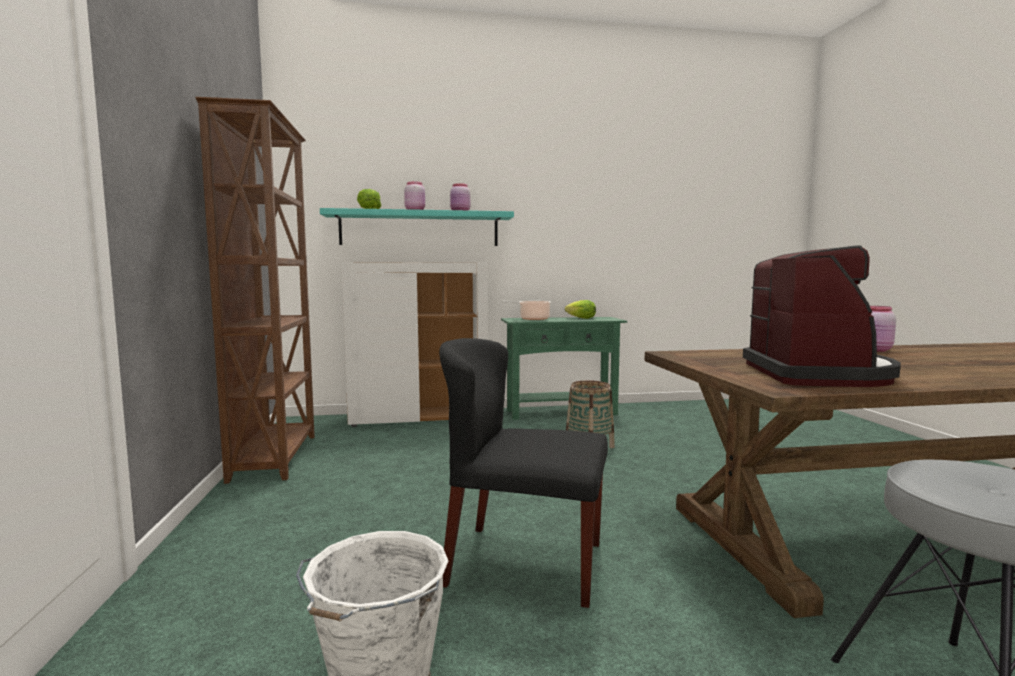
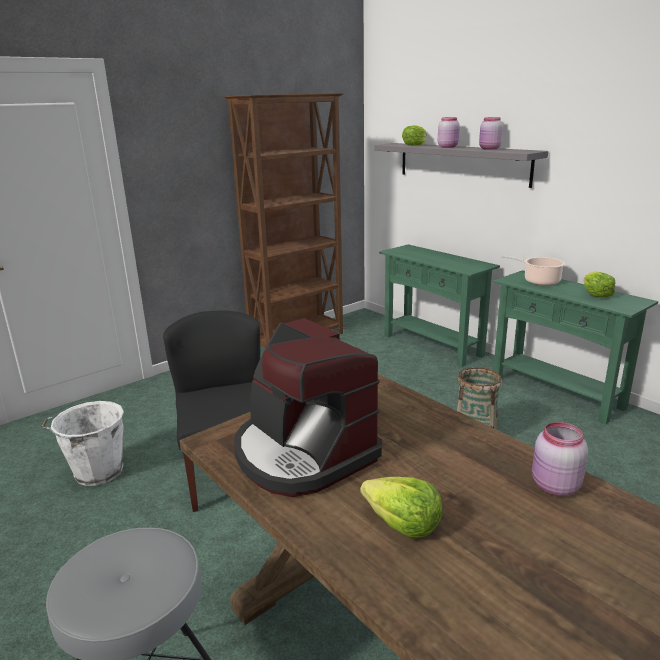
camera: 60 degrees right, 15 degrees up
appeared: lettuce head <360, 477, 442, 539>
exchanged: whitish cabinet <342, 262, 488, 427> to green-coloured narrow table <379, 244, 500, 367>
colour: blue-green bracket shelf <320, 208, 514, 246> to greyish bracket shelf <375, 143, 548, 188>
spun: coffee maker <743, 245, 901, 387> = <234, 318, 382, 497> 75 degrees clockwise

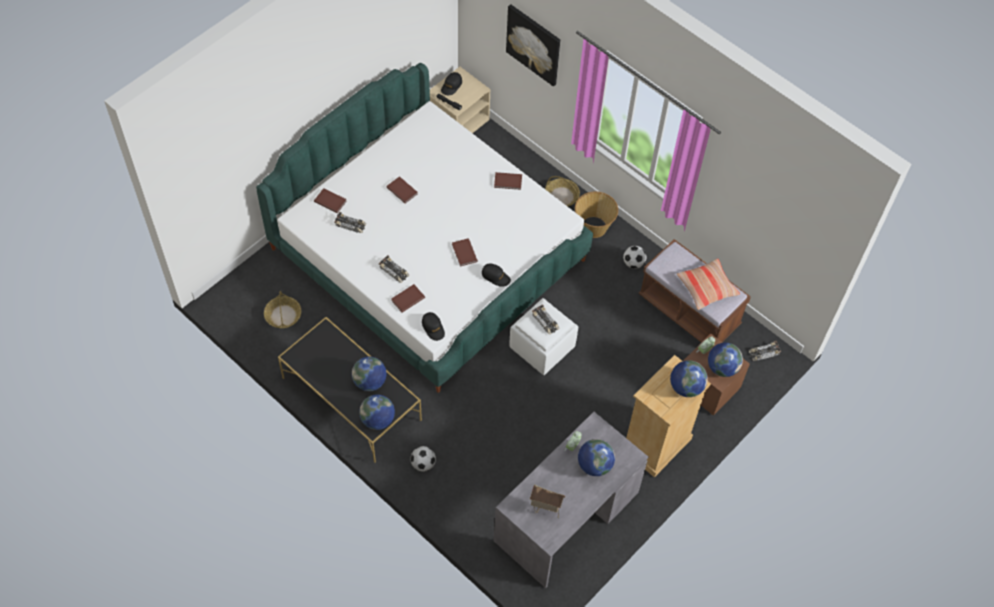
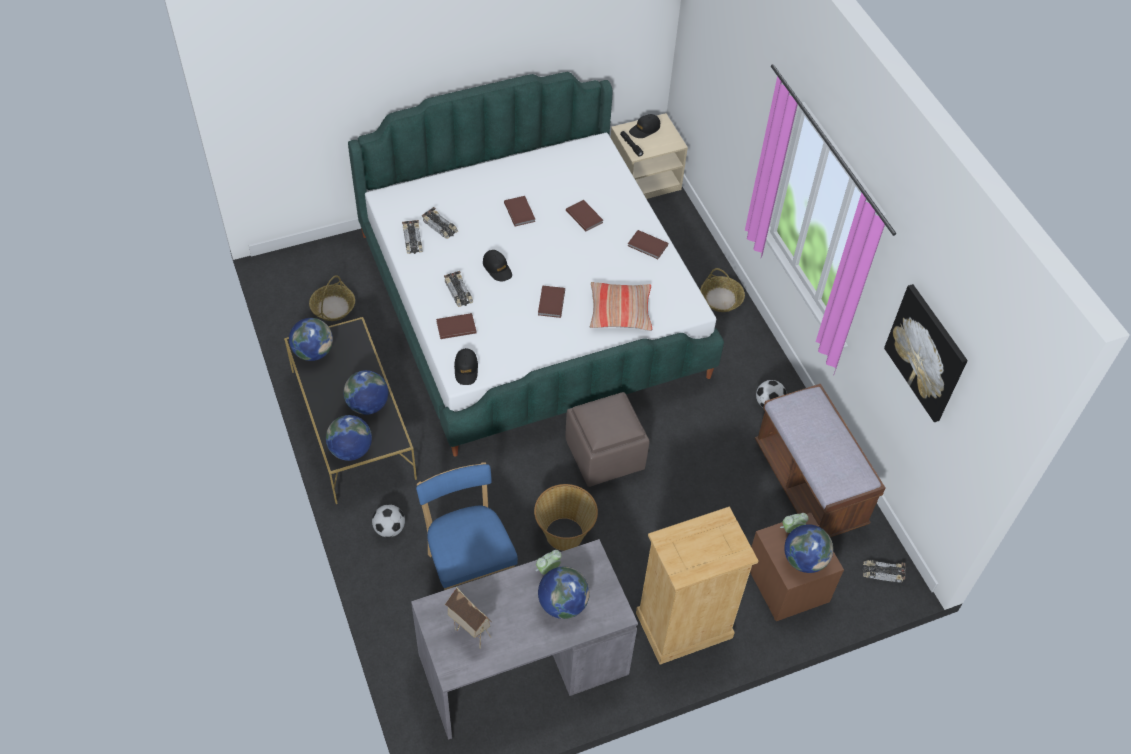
camera: 25 degrees right, 5 degrees down
appeared: blue chair <416, 462, 518, 590>
relocated: wall art <506, 5, 560, 87> to <884, 284, 968, 422>; brownish volume <314, 188, 347, 213> to <566, 200, 603, 231>; storage basket <575, 191, 618, 238> to <534, 484, 598, 551>; cushion <677, 259, 740, 310> to <590, 282, 652, 331>; black peaked cap <482, 263, 511, 287> to <483, 250, 512, 281>; model car <532, 304, 560, 335> to <402, 220, 423, 254>; desk globe <670, 360, 708, 397> to <289, 318, 333, 361>
colour: whitish ottoman <510, 298, 578, 375> to brownish ottoman <566, 392, 650, 487>

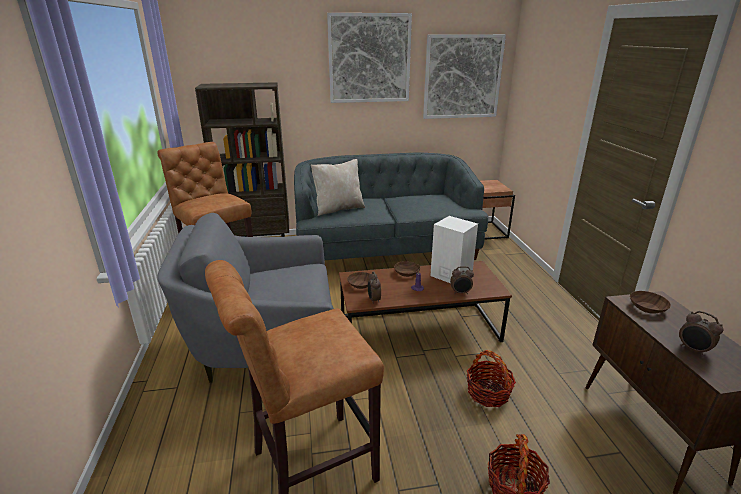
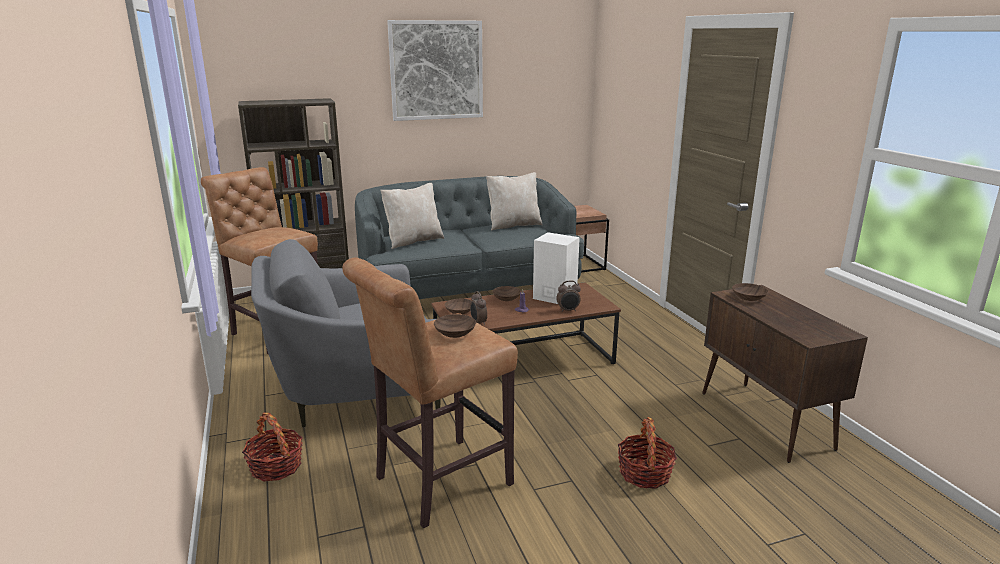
camera: 10 degrees left, 5 degrees down
missing: wall art <423, 34, 506, 119>; alarm clock <679, 311, 723, 356>
appeared: beige-coloured cushion <486, 172, 542, 231>; brownish deep dish <434, 314, 476, 338>
relocated: storage basket <467, 350, 516, 407> to <242, 413, 303, 482>

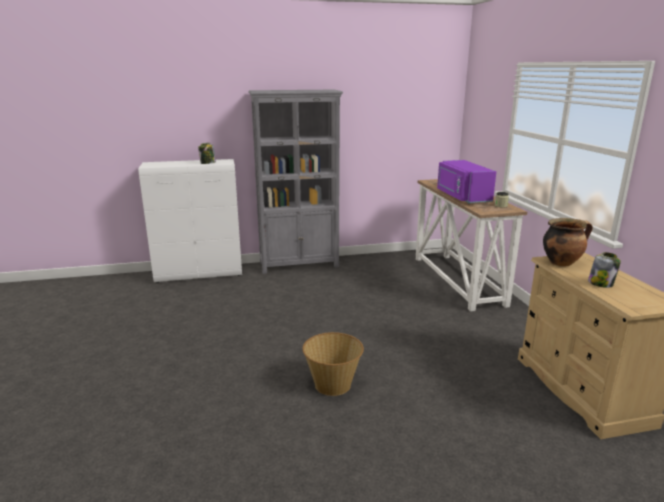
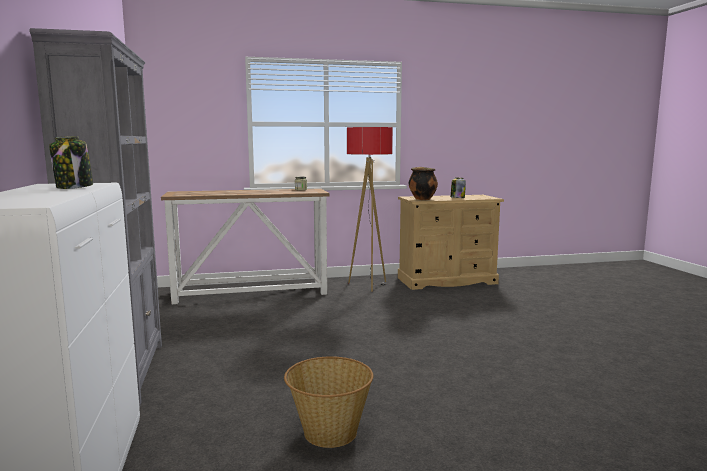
camera: 90 degrees left, 10 degrees down
missing: purple microwave oven <437, 160, 496, 204>
appeared: standing lamp <347, 127, 393, 292>
relocated: storage basket <302, 332, 364, 396> to <284, 356, 373, 448>

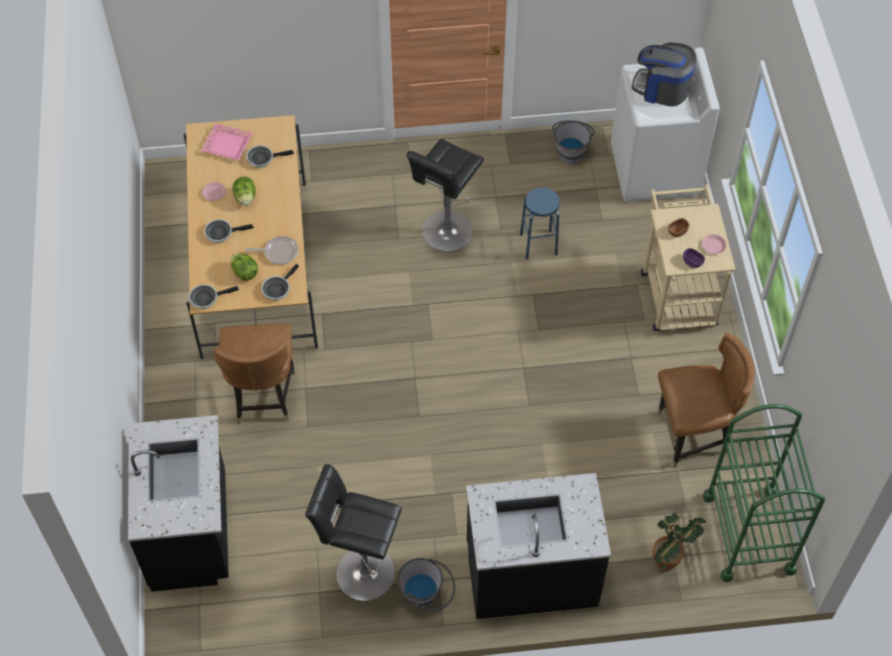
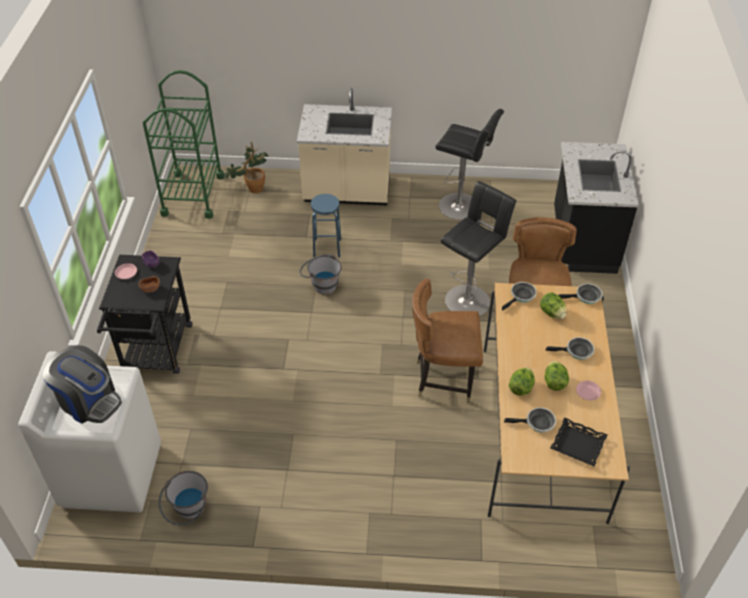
camera: 170 degrees left, 10 degrees down
missing: frying pan <245, 236, 298, 265>
appeared: lettuce head <509, 367, 535, 396>
relocated: black stool seat <406, 139, 484, 251> to <441, 181, 517, 316>; blue stool seat <520, 187, 560, 260> to <311, 194, 341, 258>; brownish chair <658, 333, 755, 468> to <412, 278, 483, 403>; greyish water bucket <397, 558, 455, 611> to <299, 254, 342, 295>
colour: pinkish carrying tray <201, 123, 253, 161> to black carrying tray <550, 417, 608, 467>; beige-coloured wheeled cart <641, 185, 736, 331> to black wheeled cart <97, 255, 192, 374>; black kitchen counter <466, 473, 611, 619> to beige-coloured kitchen counter <297, 88, 392, 205>

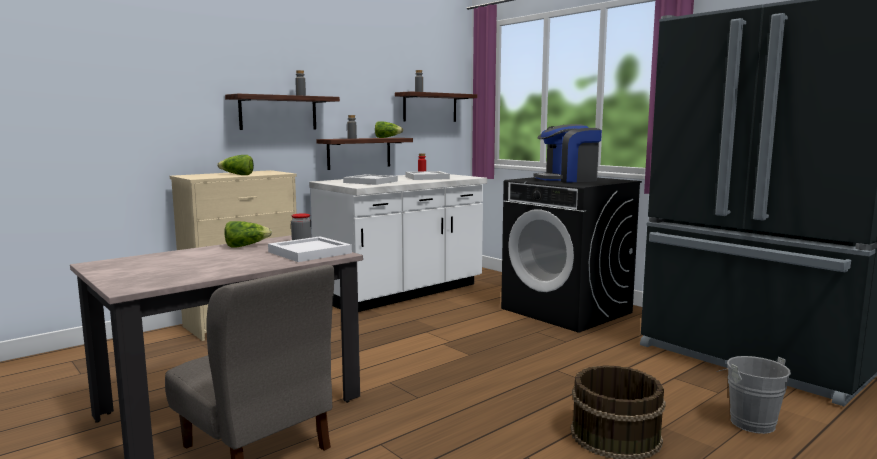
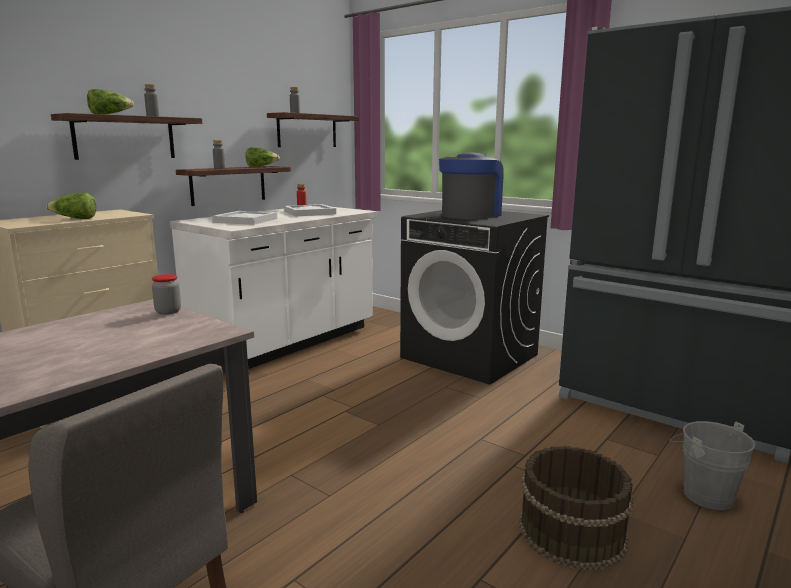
camera: 10 degrees left, 5 degrees up
missing: whitish carrying tray <268, 236, 352, 262>
relocated: lettuce head <225, 221, 272, 248> to <87, 89, 134, 114>
spun: coffee maker <534, 124, 602, 183> = <439, 153, 504, 219> 150 degrees clockwise

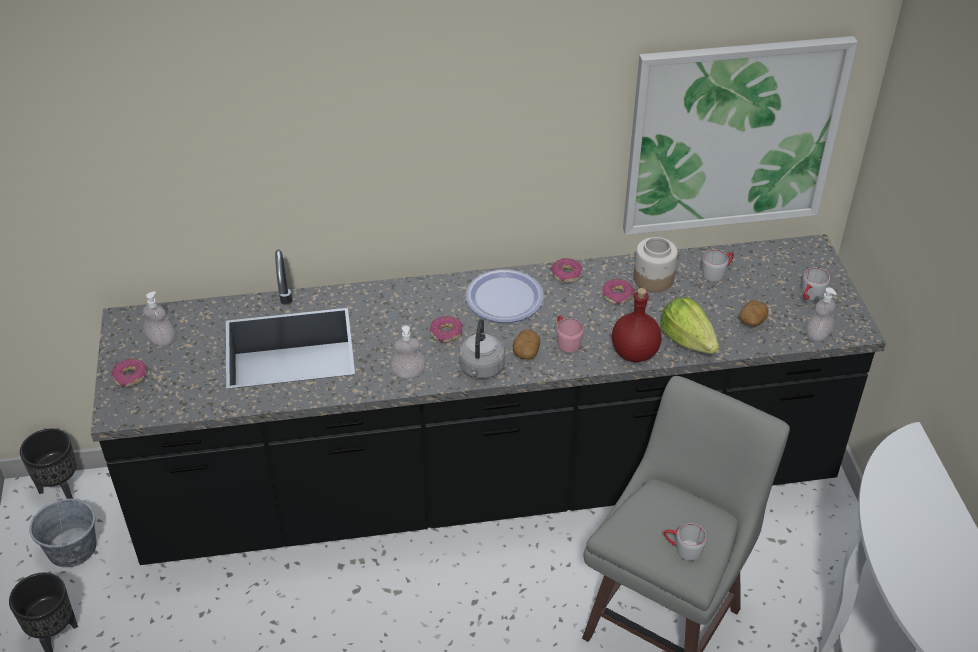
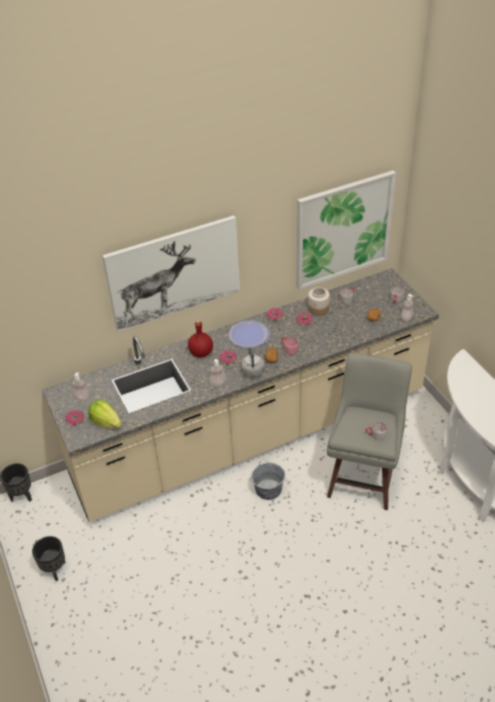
camera: 15 degrees left, 0 degrees up
appeared: wall art <102, 215, 240, 331>
relocated: reddish beverage bottle <612, 288, 661, 362> to <188, 320, 213, 358>; lettuce head <660, 297, 719, 354> to <88, 400, 121, 428>; greyish water bucket <29, 493, 97, 567> to <251, 463, 285, 500>
colour: black kitchen counter <91, 234, 886, 565> to beige-coloured kitchen counter <42, 268, 439, 522>

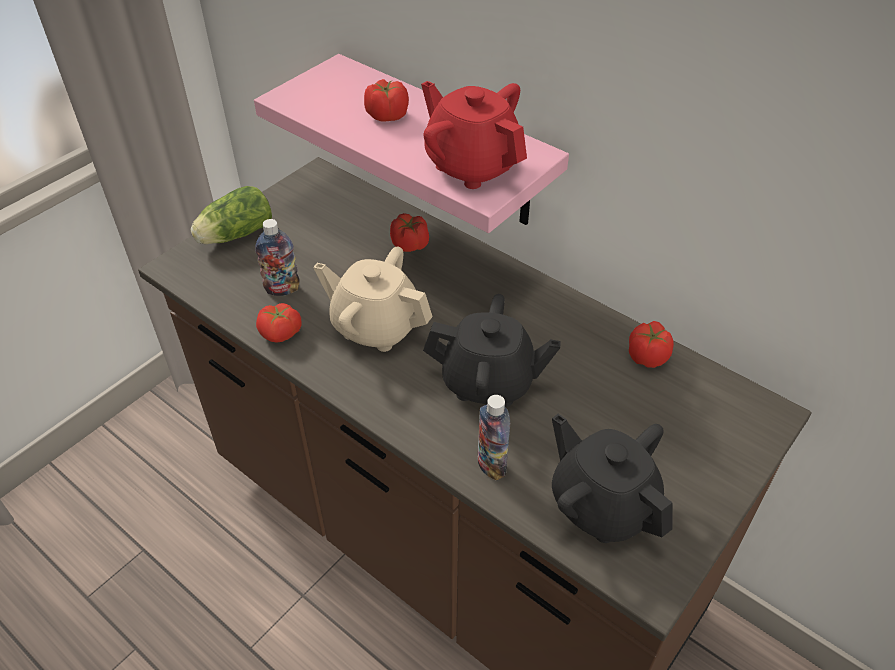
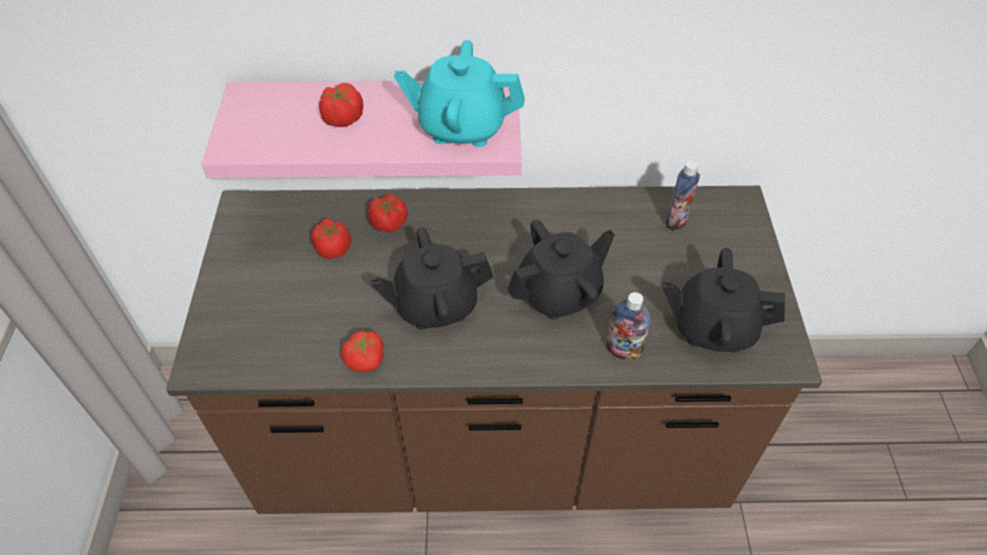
camera: 40 degrees left, 5 degrees up
missing: lettuce head <191, 186, 272, 244>
relocated: beverage bottle <255, 219, 300, 296> to <666, 160, 700, 231>; fresh tomato <629, 321, 674, 368> to <311, 218, 351, 259>
colour: reddish pot for tea <421, 81, 527, 189> to blue-green pot for tea <394, 40, 525, 147>; beige-coloured pot for tea <313, 246, 433, 352> to black pot for tea <370, 227, 493, 330>

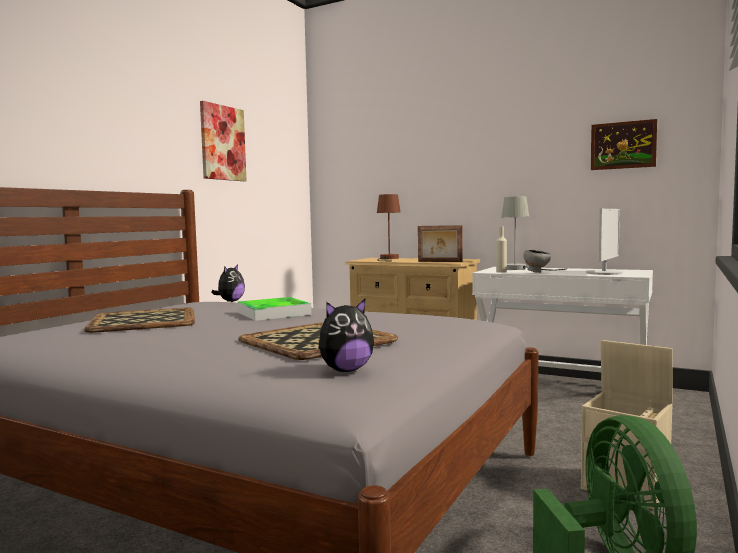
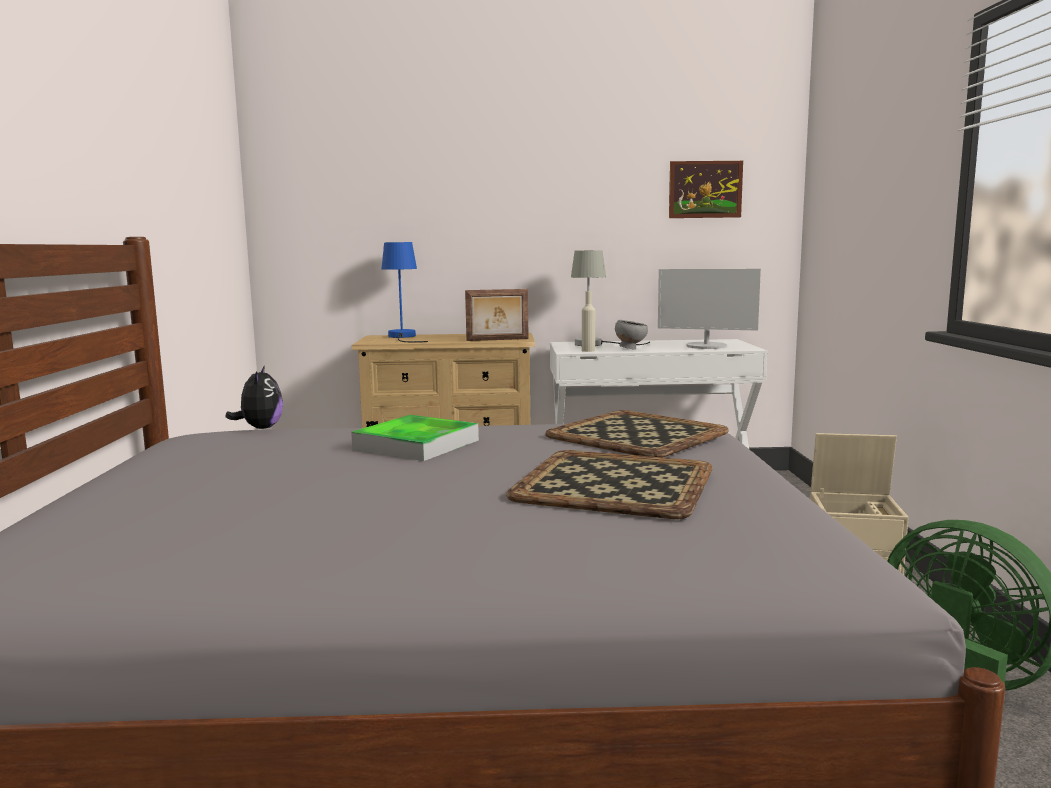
camera: 30 degrees left, 5 degrees up
missing: wall art <200, 101, 247, 181>; cuddly toy <318, 299, 374, 372>
relocated: carrying tray <84, 308, 195, 333> to <545, 410, 729, 457>
colour: brownish lamp for a table <377, 194, 401, 261> to blue lamp for a table <382, 242, 428, 342>
spun: computer screen <586, 209, 623, 275> = <658, 269, 761, 349> 105 degrees clockwise

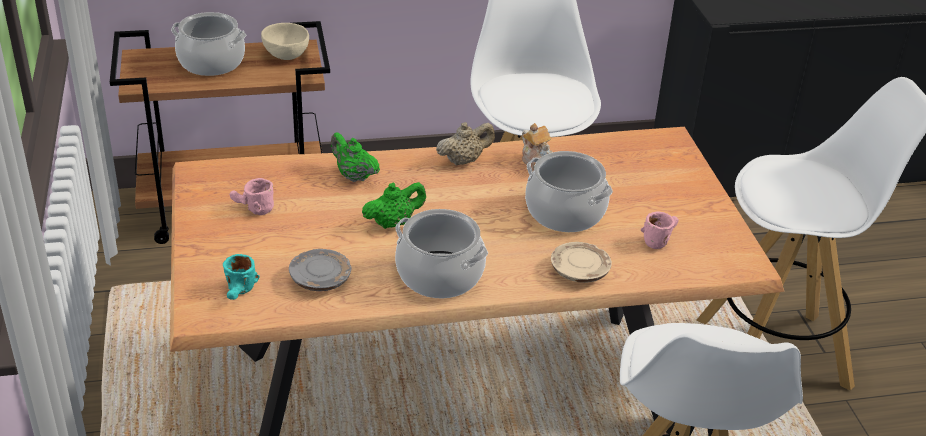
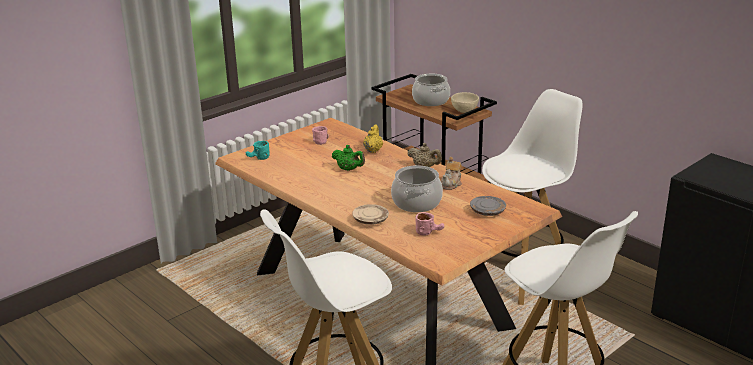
camera: 60 degrees right, 10 degrees down
missing: stockpot <395, 209, 488, 299>
relocated: greyish dinner plate <289, 249, 352, 291> to <470, 196, 506, 216>
colour: green-coloured pot for tea <331, 132, 380, 182> to yellow-coloured pot for tea <363, 124, 383, 153>

